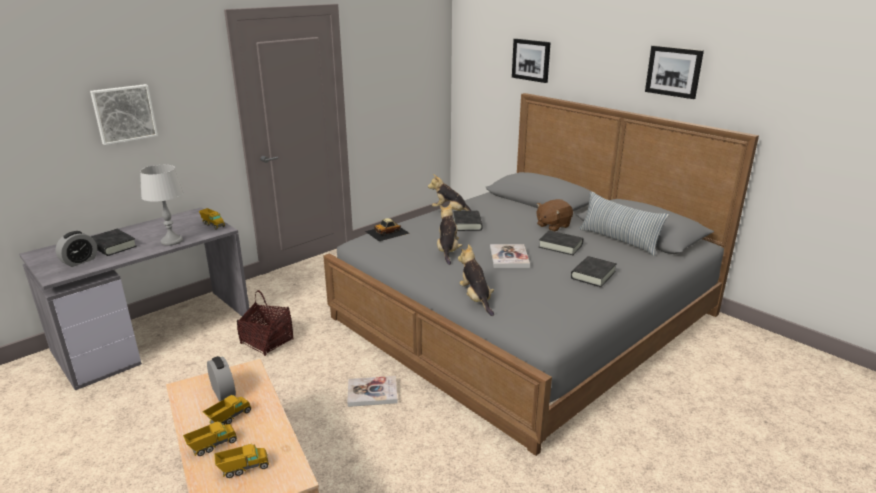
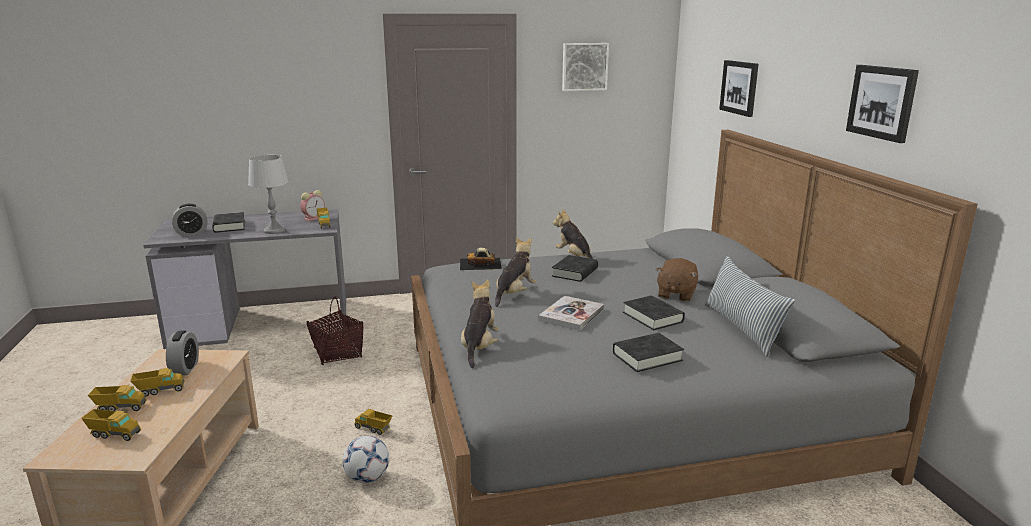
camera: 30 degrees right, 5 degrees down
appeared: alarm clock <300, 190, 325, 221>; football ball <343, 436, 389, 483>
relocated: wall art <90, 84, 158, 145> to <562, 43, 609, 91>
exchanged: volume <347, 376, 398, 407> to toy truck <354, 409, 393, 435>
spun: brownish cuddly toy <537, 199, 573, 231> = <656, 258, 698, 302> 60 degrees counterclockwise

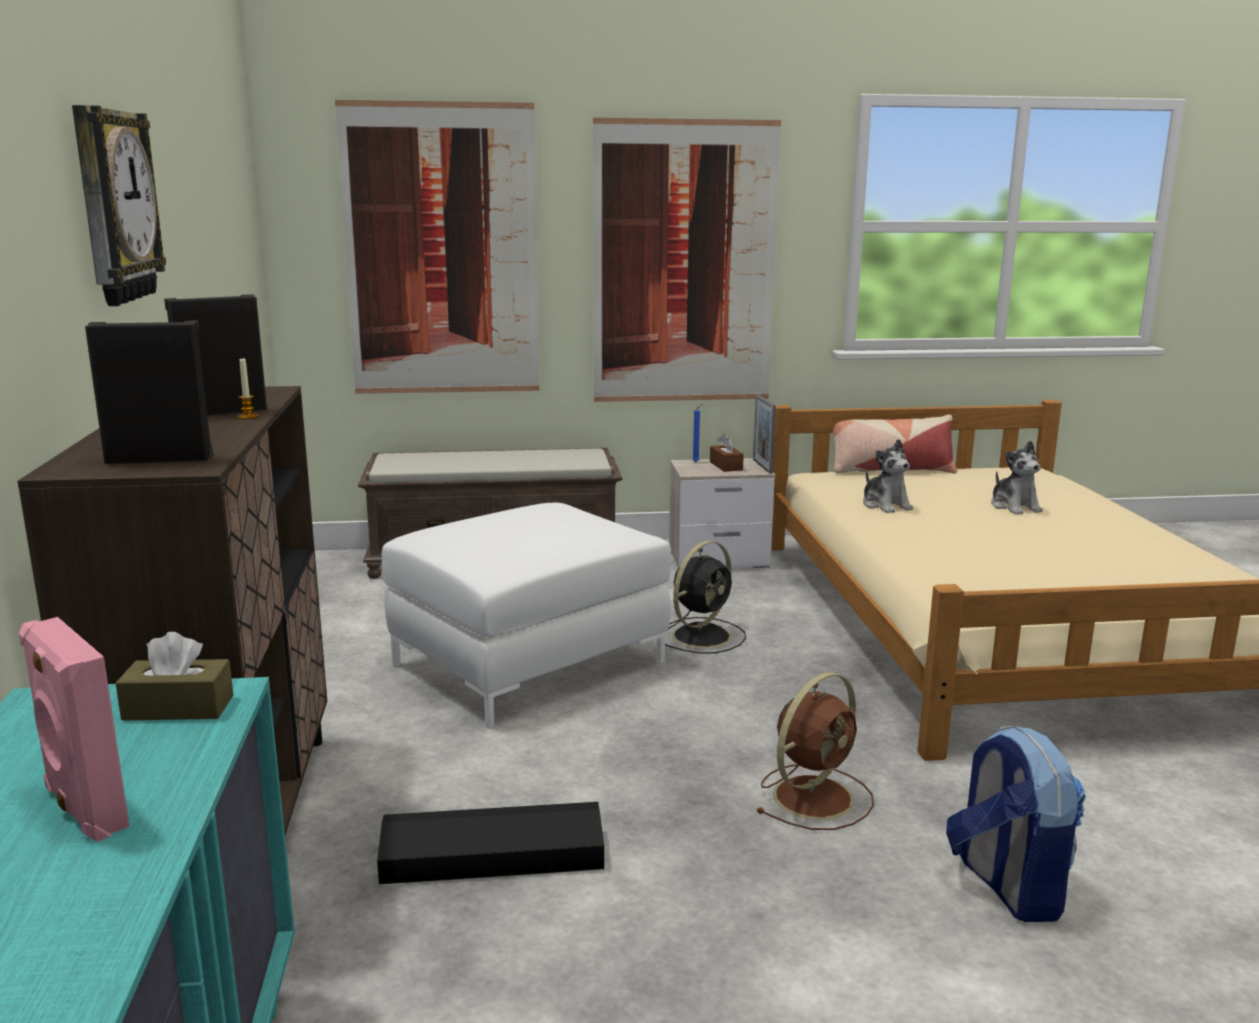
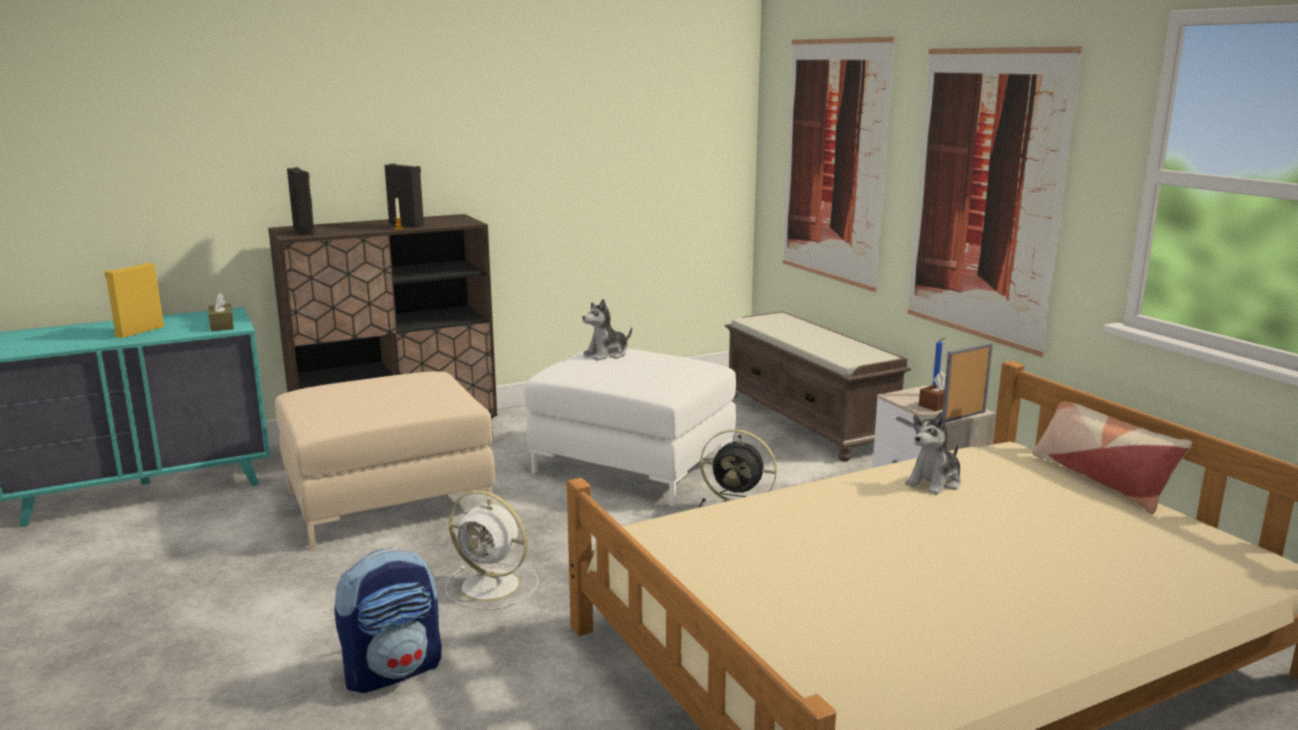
camera: 70 degrees right, 0 degrees up
missing: hanging clock <72, 105, 166, 306>
relocated: cuddly toy <991, 440, 1043, 515> to <582, 299, 632, 360>
exchanged: black storage container <377, 802, 604, 885> to beige-coloured ottoman <275, 371, 495, 550>
colour: pinkish audio speaker <19, 617, 130, 842> to yellow-coloured audio speaker <104, 263, 164, 338>; brownish electric fan <756, 672, 874, 830> to whitish electric fan <444, 491, 538, 610>

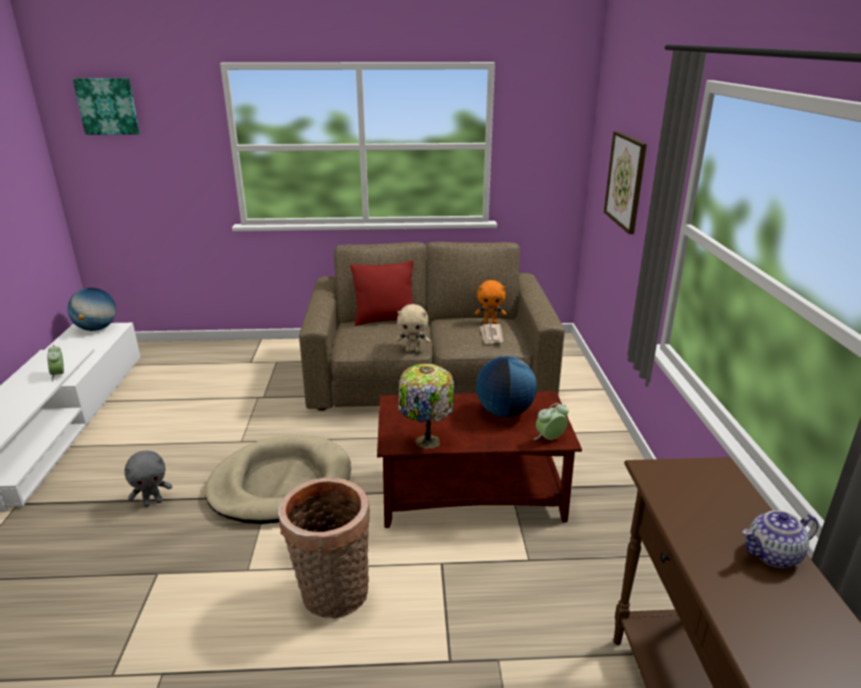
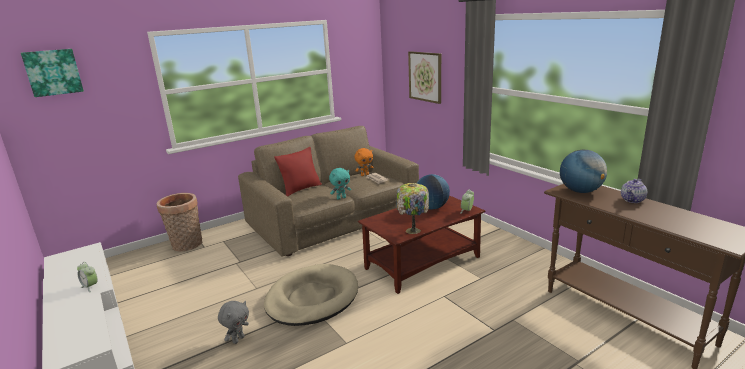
camera: 30 degrees left, 5 degrees down
relocated: desk globe <67, 288, 116, 331> to <560, 150, 607, 193>; storage basket <278, 478, 370, 619> to <156, 193, 202, 252>
colour: beige-coloured cuddly toy <396, 304, 430, 352> to blue-green cuddly toy <329, 168, 351, 199>

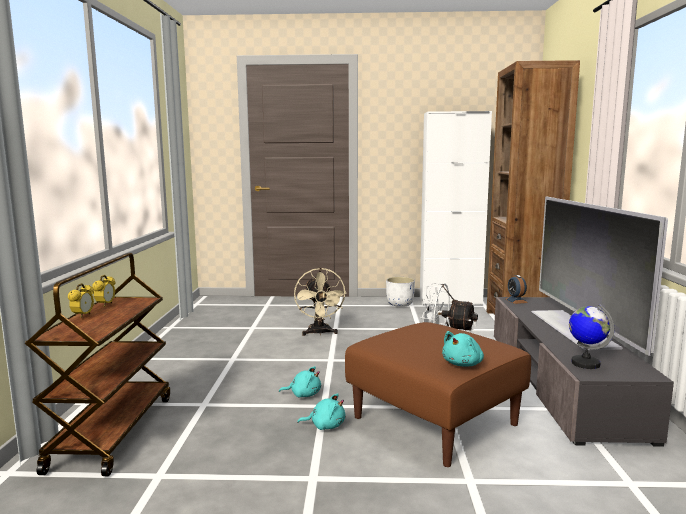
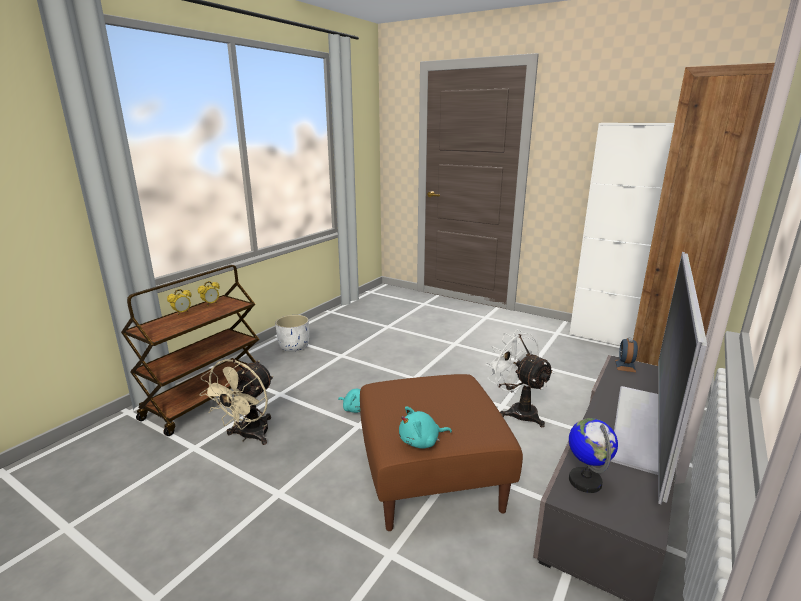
camera: 30 degrees right, 10 degrees up
missing: blue-green cuddly toy <297, 394, 345, 430>
relocated: beige-coloured electric fan <294, 268, 347, 336> to <200, 359, 273, 445>; whitish planter <386, 277, 415, 307> to <275, 315, 309, 351>

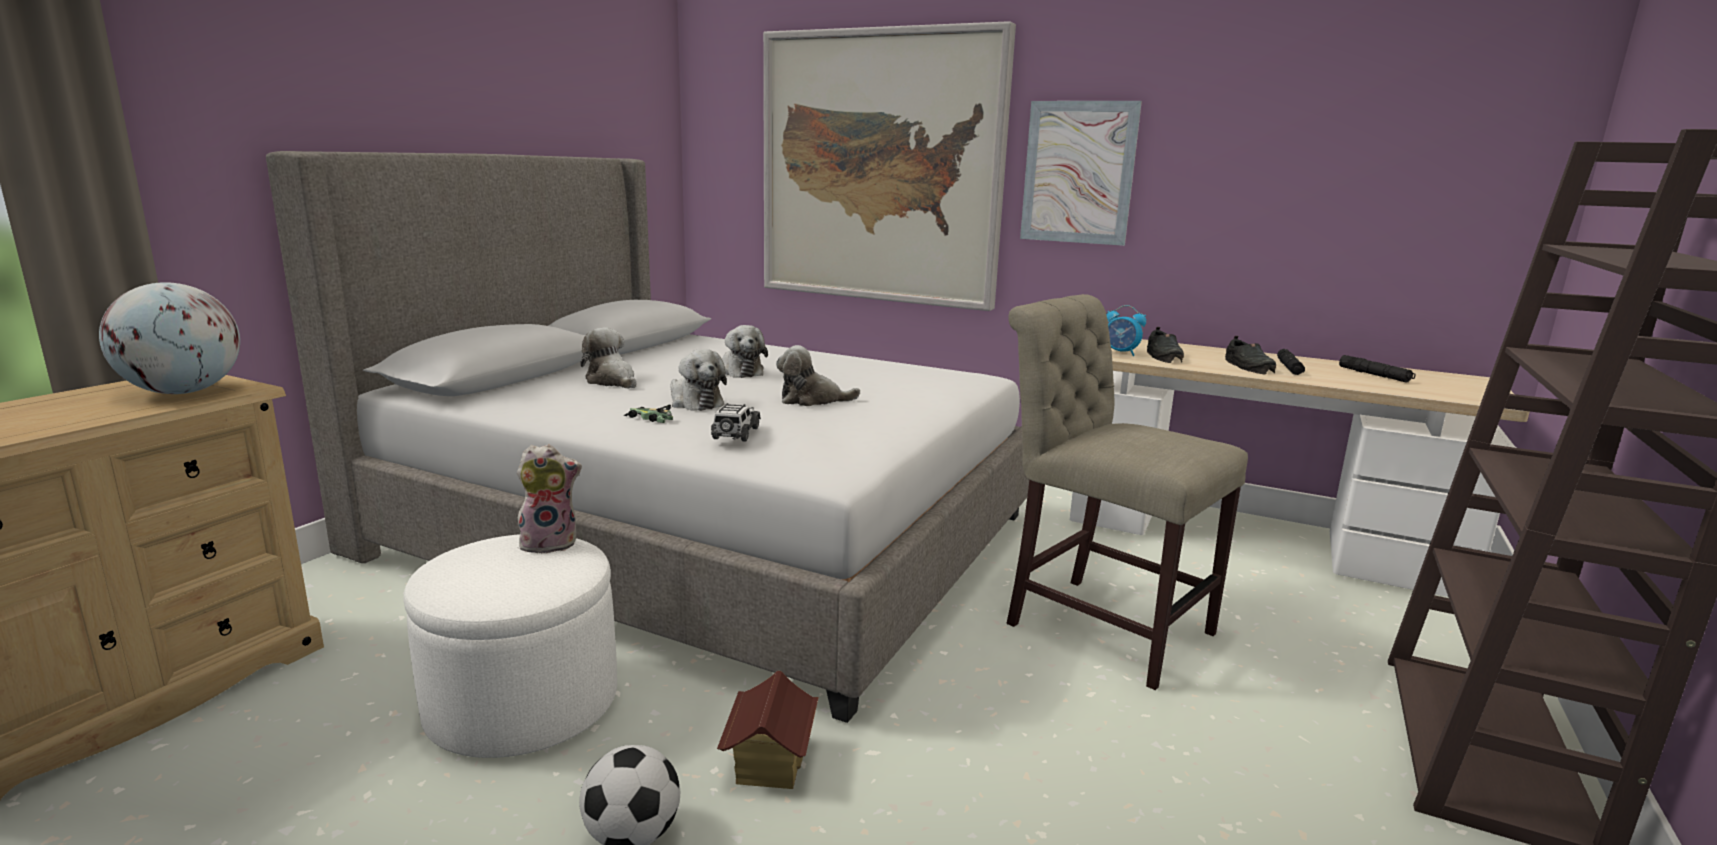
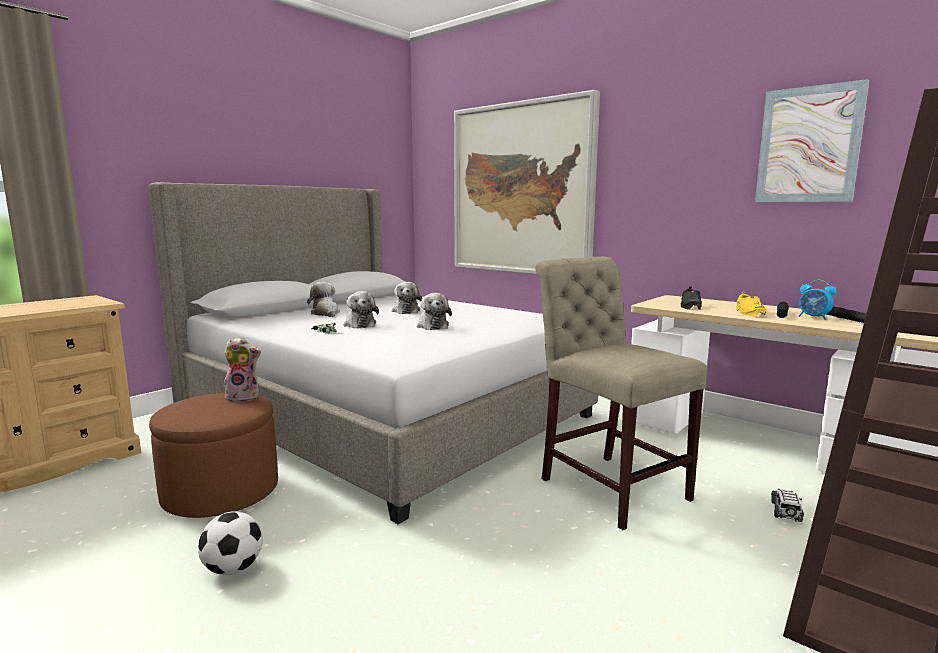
camera: 15 degrees right, 5 degrees down
missing: desk globe <99, 282, 240, 394>; toy house <717, 671, 819, 789>
relocated: wall art <1020, 101, 1142, 246> to <755, 79, 869, 202>; alarm clock <1106, 305, 1146, 356> to <798, 280, 837, 320>; model car <711, 403, 761, 441> to <771, 488, 804, 522>
colour: black item of footwear <1225, 336, 1276, 374> to yellow-coloured item of footwear <736, 292, 767, 317>; whitish ottoman <404, 534, 617, 758> to brownish ottoman <149, 393, 278, 518>
spun: cuddly toy <776, 345, 860, 406> = <417, 293, 452, 330> 120 degrees counterclockwise

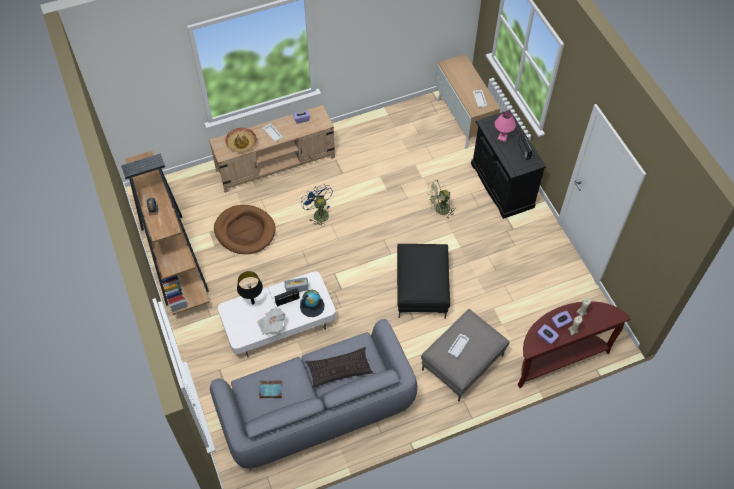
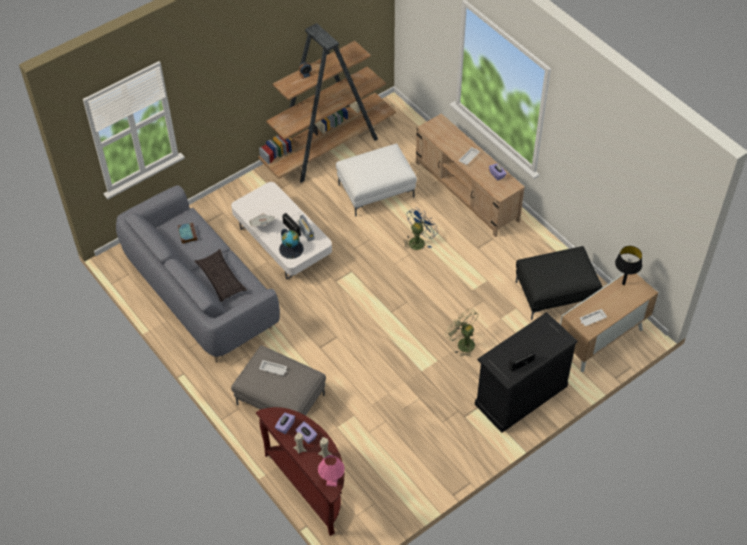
camera: 75 degrees right, 5 degrees down
missing: wearable hat <225, 127, 257, 152>
relocated: pinkish lamp for a table <495, 111, 516, 142> to <318, 455, 345, 487>; black ottoman <397, 244, 450, 319> to <516, 246, 602, 320>; black lamp for a table <237, 271, 263, 305> to <615, 246, 642, 285>
exchanged: brownish dog cushion <214, 205, 276, 254> to whitish ottoman <336, 143, 417, 216>

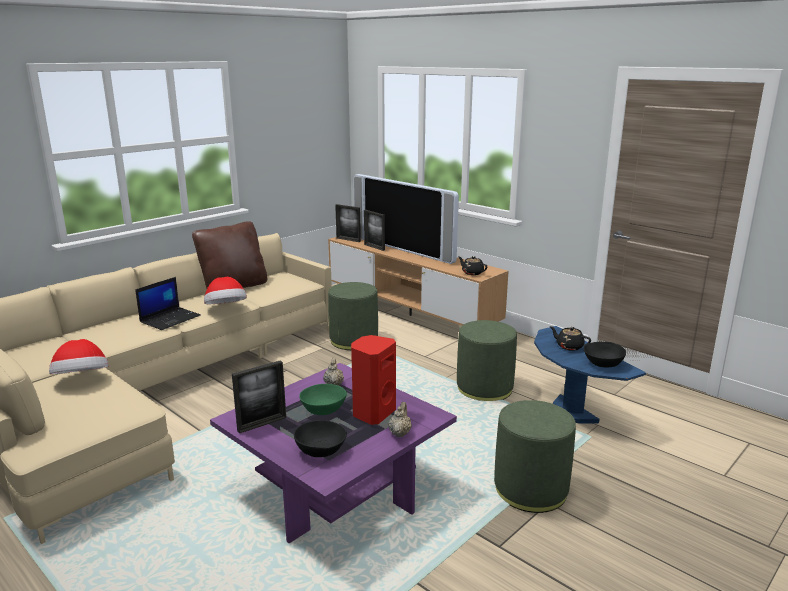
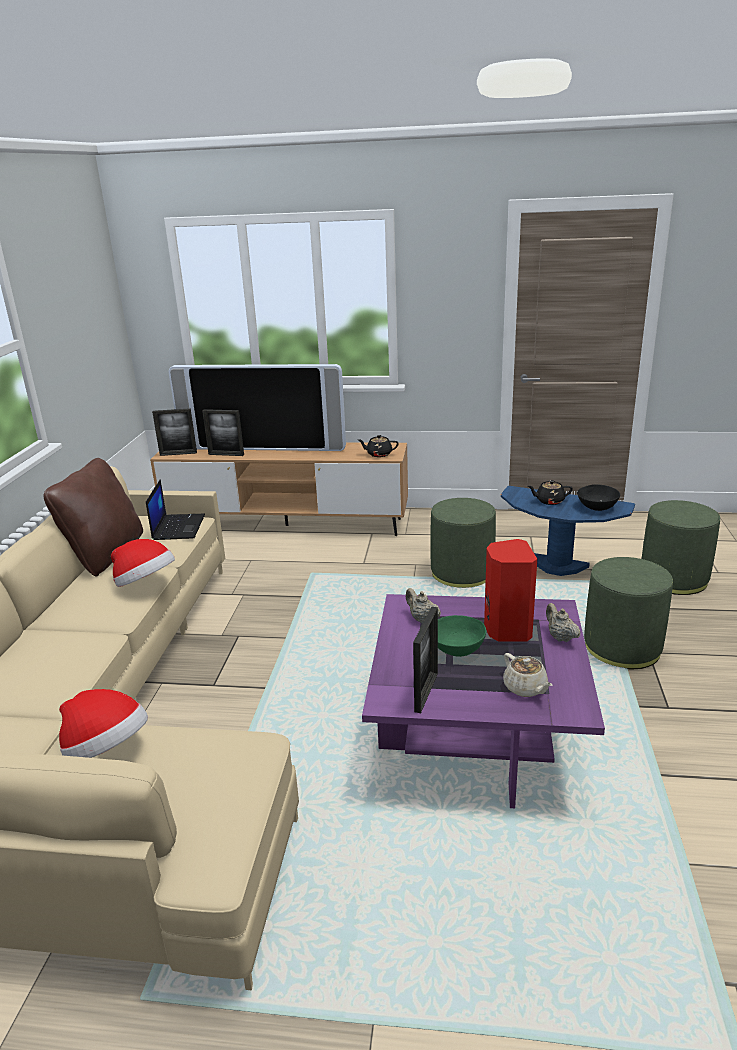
camera: 35 degrees left, 5 degrees up
relocated: portable computer <135, 277, 200, 330> to <146, 479, 205, 540>; green-coloured ottoman <328, 282, 378, 350> to <642, 500, 720, 595>
exchanged: black deep dish <294, 420, 347, 457> to beige-coloured pot for tea <503, 653, 552, 697>

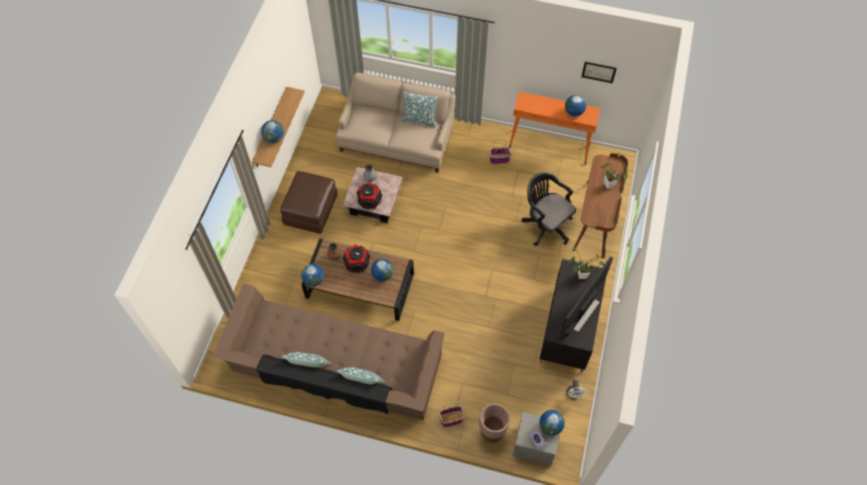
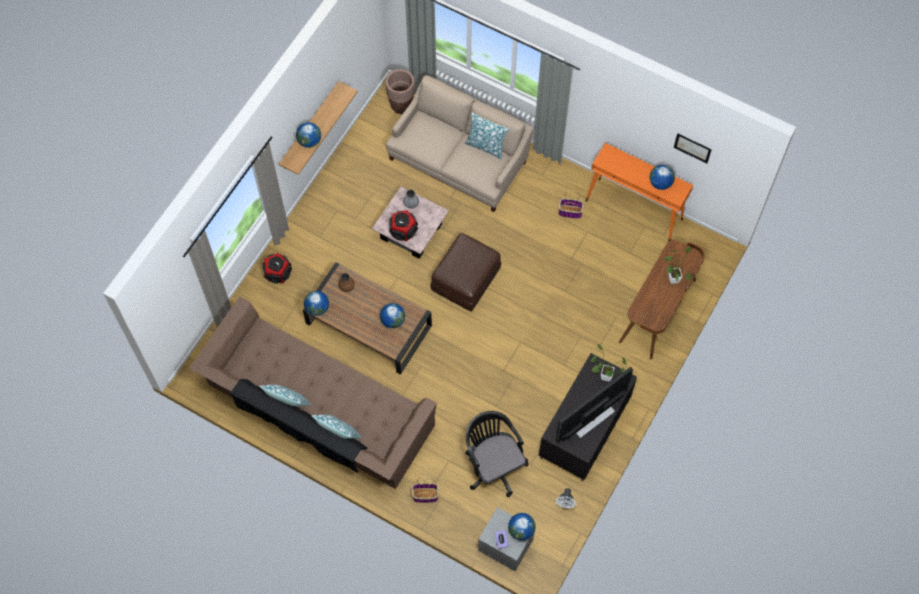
camera: 15 degrees right, 5 degrees up
relocated: brownish ottoman <280, 171, 338, 234> to <430, 233, 501, 312>; black office chair <521, 172, 576, 246> to <465, 411, 528, 497>; audio speaker <343, 244, 370, 273> to <262, 253, 292, 284>; brownish planter <479, 403, 510, 443> to <386, 69, 415, 114>

